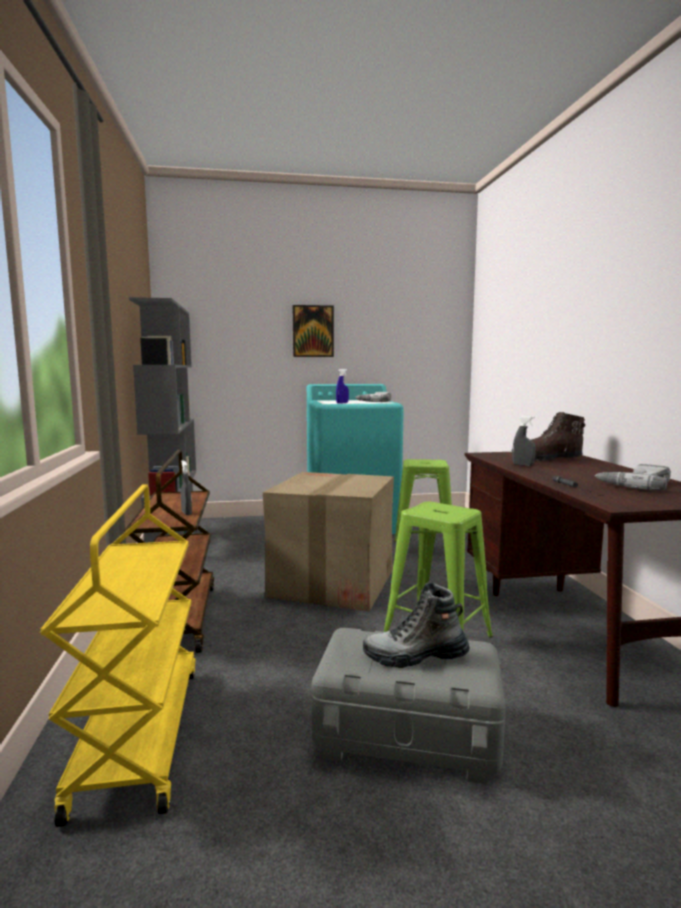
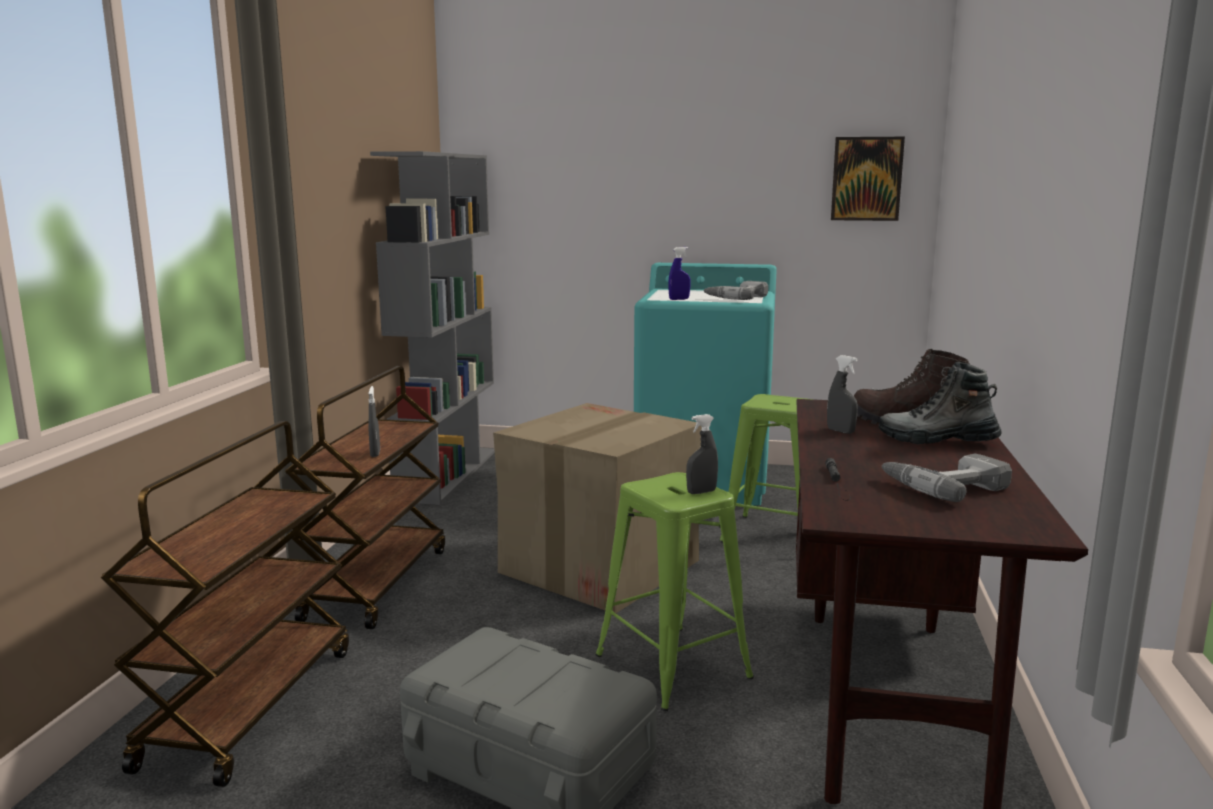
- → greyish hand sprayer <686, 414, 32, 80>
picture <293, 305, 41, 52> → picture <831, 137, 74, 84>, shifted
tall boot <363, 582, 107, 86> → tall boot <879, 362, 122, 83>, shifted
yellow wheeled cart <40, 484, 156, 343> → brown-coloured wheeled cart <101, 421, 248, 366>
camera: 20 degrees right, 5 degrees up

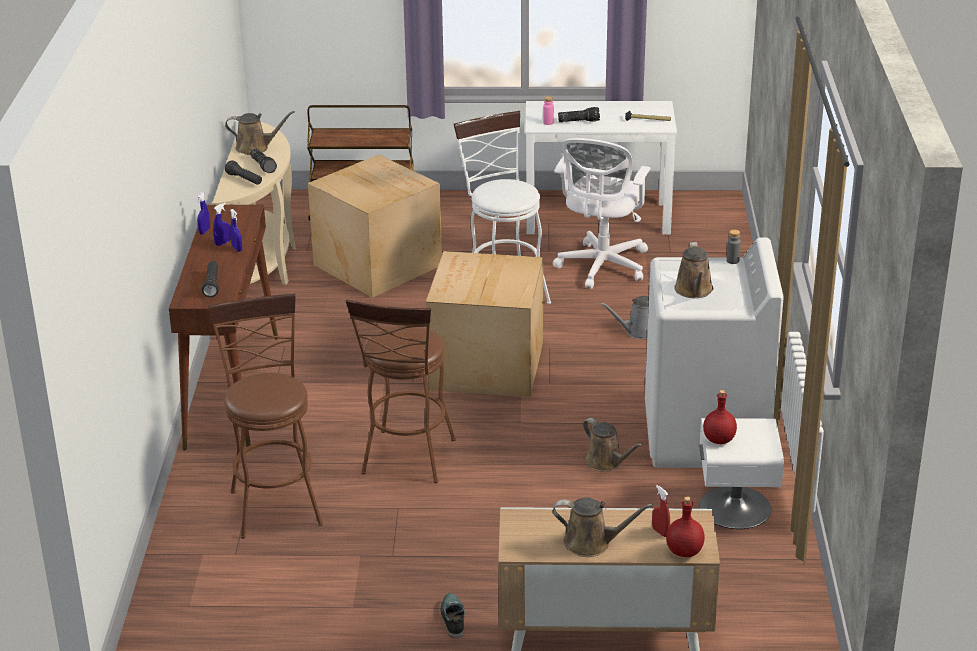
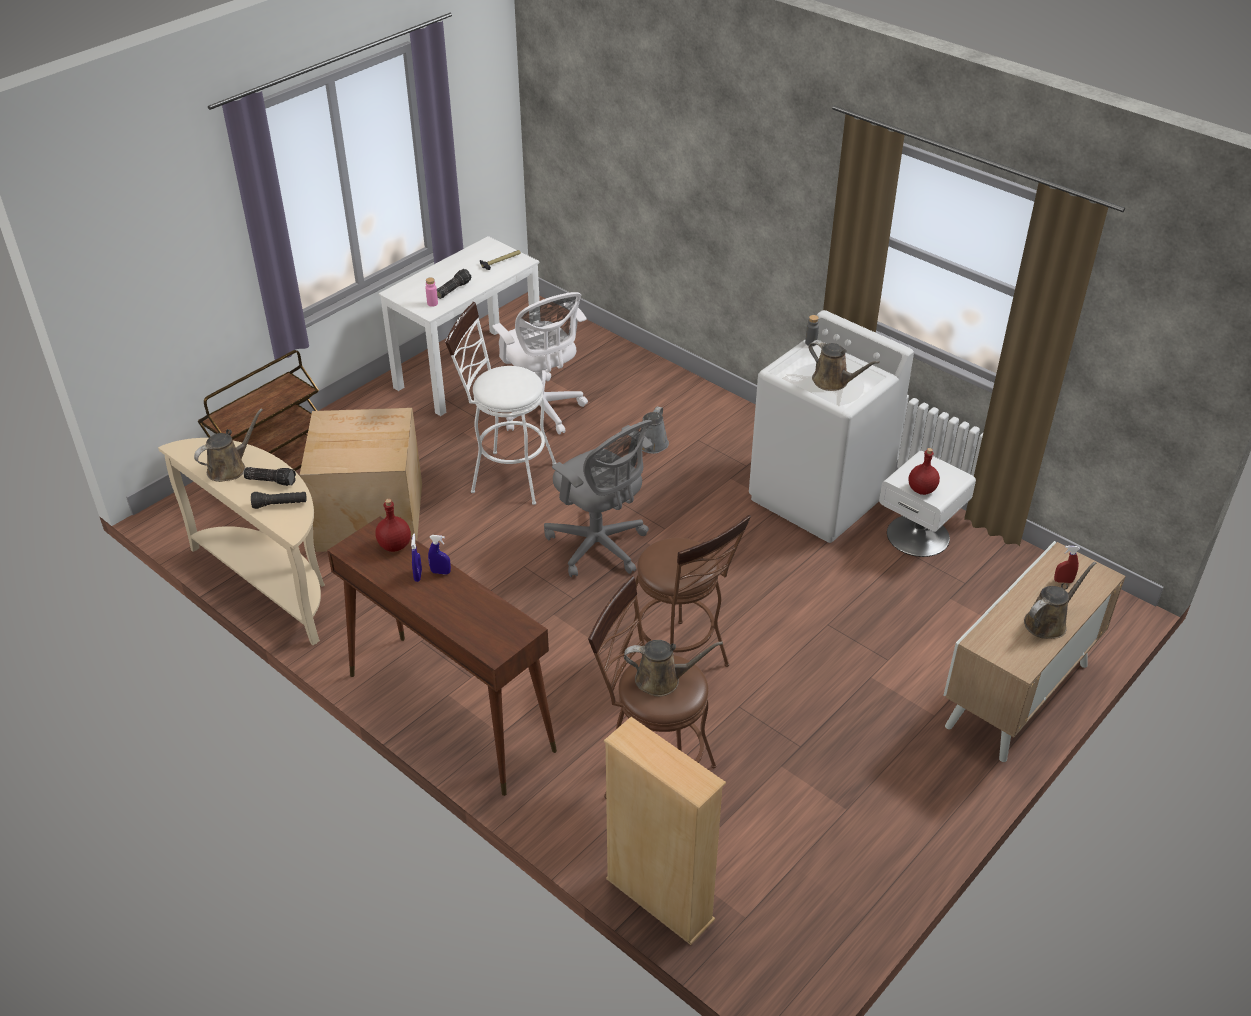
blue-coloured hand sprayer <197, 192, 13, 42> → -
black-coloured hand torch <202, 261, 17, 36> → -
shoe <440, 593, 25, 45> → -
- → sand-coloured bookcase <604, 717, 122, 228>
brown-coloured sprinkling can <583, 418, 60, 54> → brown-coloured sprinkling can <624, 640, 99, 57>, shifted
reddish beverage bottle <666, 496, 39, 61> → reddish beverage bottle <375, 499, 36, 53>, shifted
packing box <426, 251, 117, 146> → greyish computer chair <544, 420, 109, 157>
camera: 50 degrees left, 10 degrees up

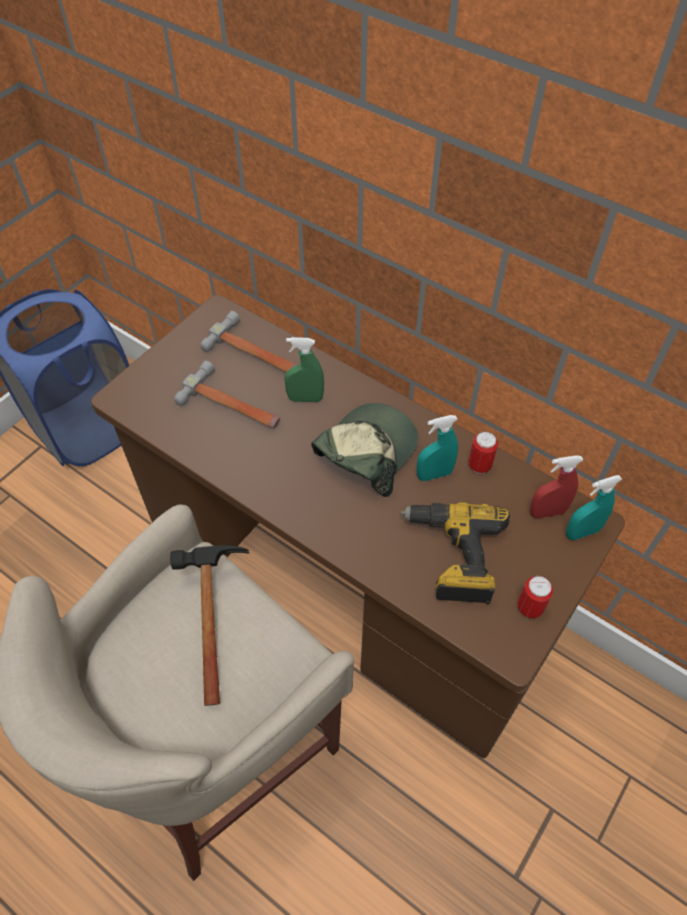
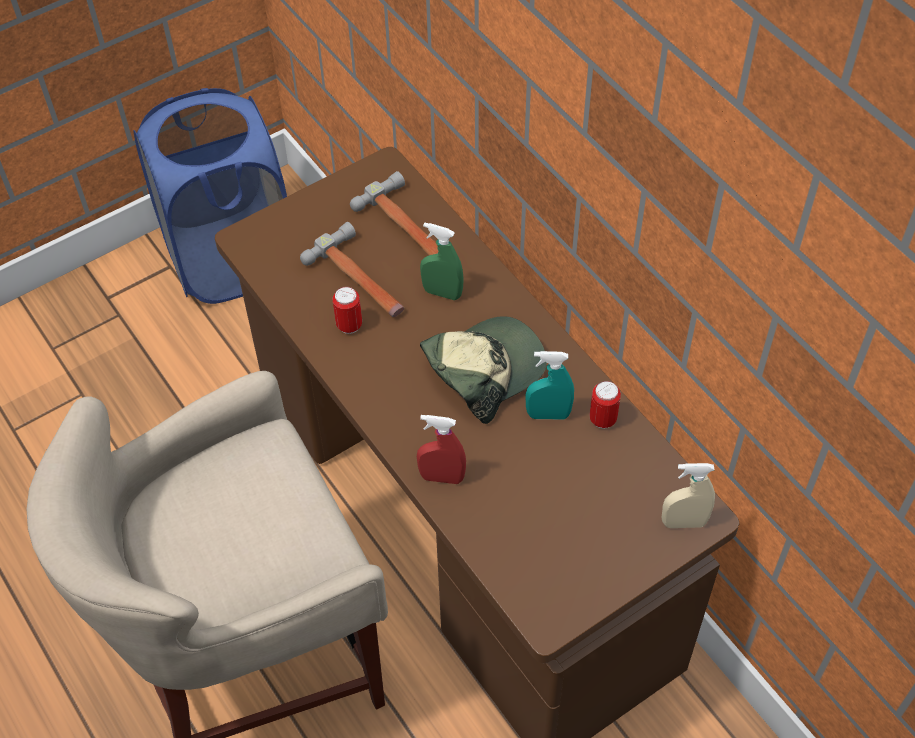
hammer <170, 545, 80, 161> → -
drill <400, 502, 110, 102> → -
metal can <517, 576, 36, 42> → metal can <333, 286, 29, 48>, shifted
reddish hand sprayer <530, 455, 53, 63> → reddish hand sprayer <417, 415, 49, 69>, shifted
turquoise-coloured hand sprayer <566, 475, 56, 65> → sand-coloured hand sprayer <662, 463, 53, 65>
camera: 20 degrees right, 0 degrees up

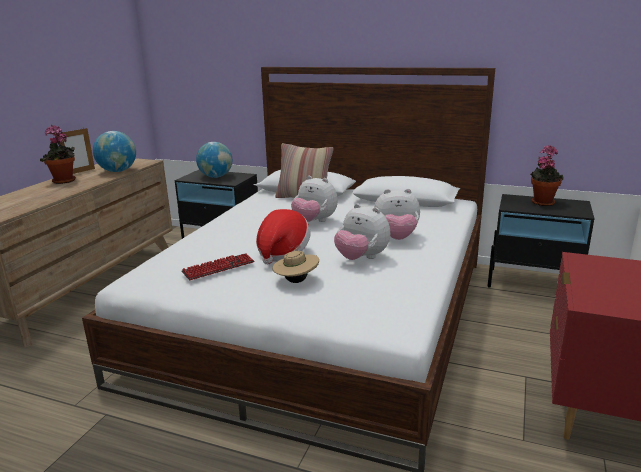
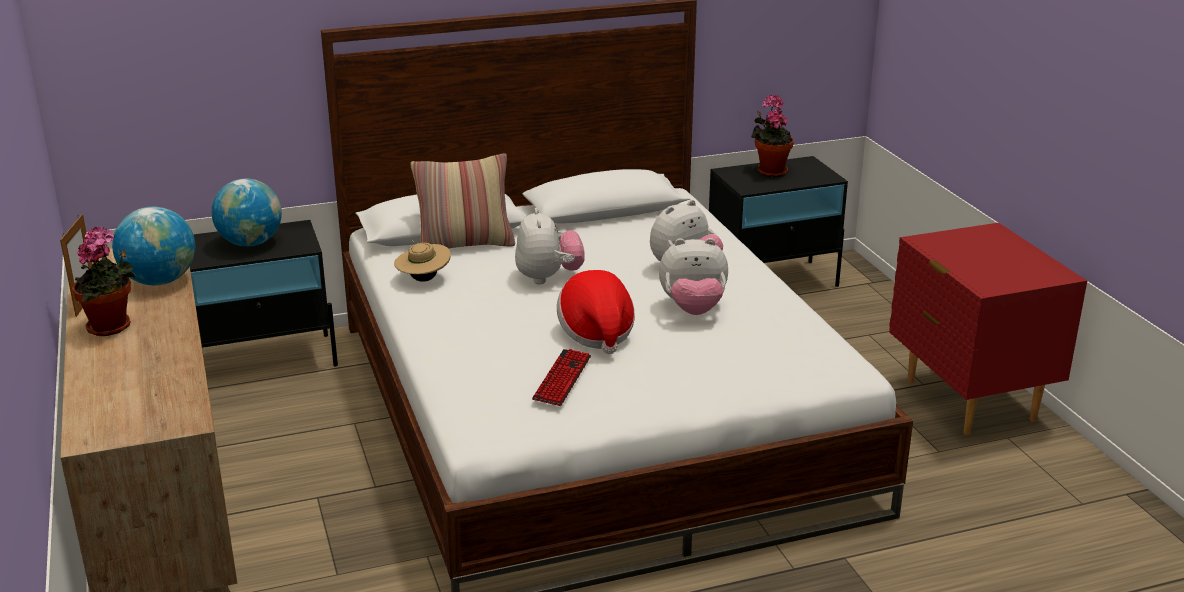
sand-coloured clothing hat <272, 247, 47, 36> → sand-coloured clothing hat <394, 240, 57, 42>, shifted
plush toy <291, 176, 47, 46> → plush toy <515, 208, 70, 76>, 90 degrees counterclockwise
camera: 40 degrees left, 5 degrees up

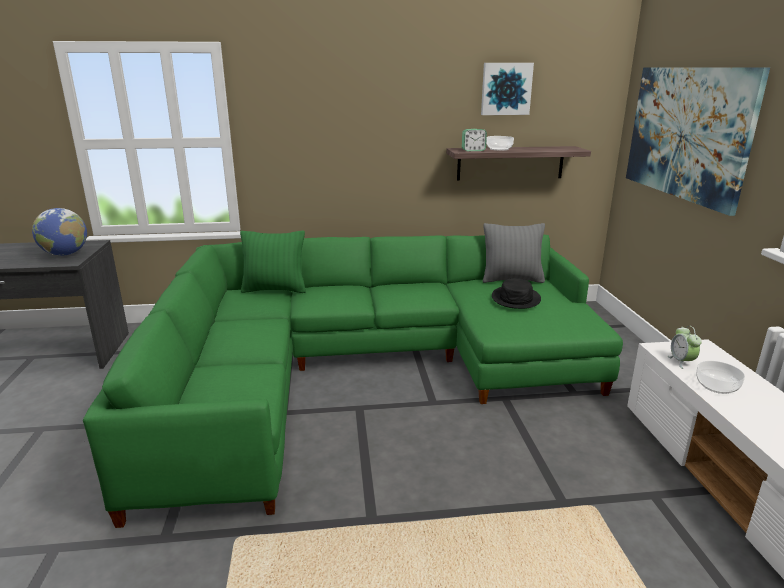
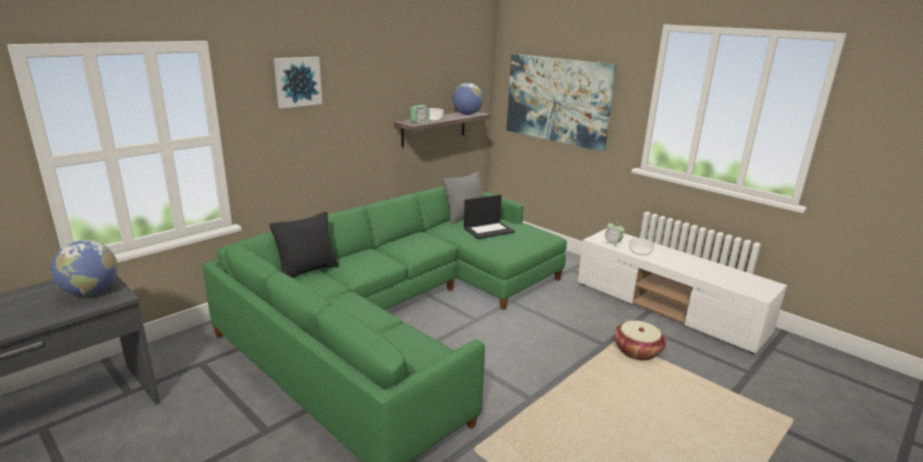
- → globe <452, 83, 32, 32>
- → storage basket <614, 320, 52, 41>
picture <481, 63, 53, 52> → picture <274, 57, 48, 51>, shifted
black-coloured clothing hat <492, 278, 49, 31> → laptop <464, 195, 51, 44>
greenish throw pillow <240, 231, 66, 62> → black-coloured throw pillow <270, 212, 69, 66>
camera: 40 degrees left, 0 degrees up

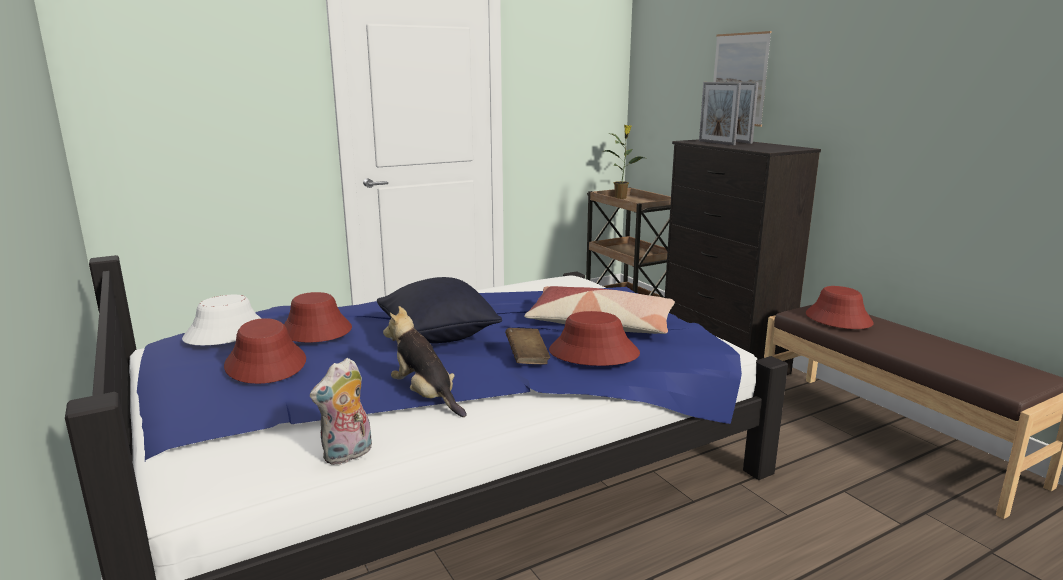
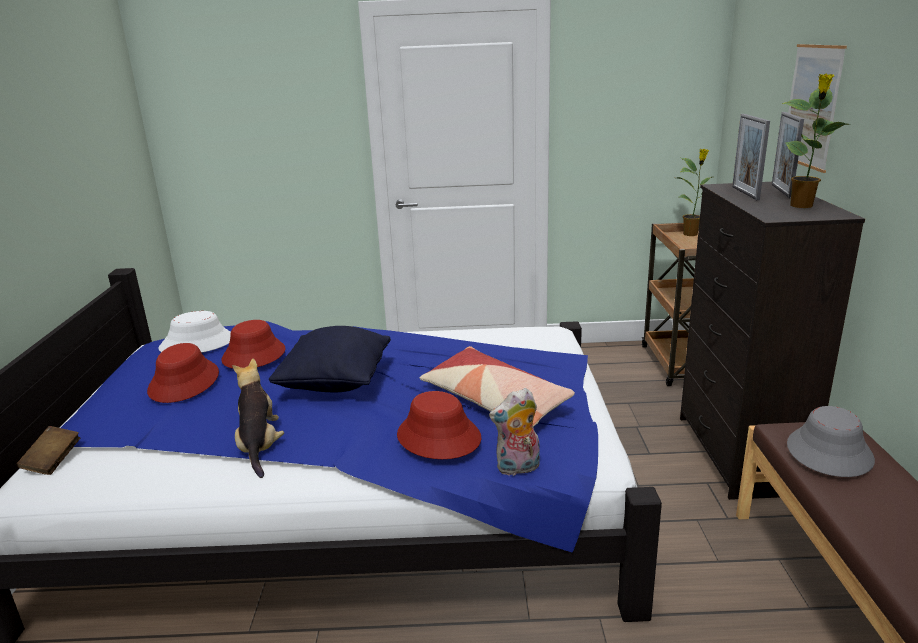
- → plant in a pot <782, 73, 69, 135>
plush toy <310, 358, 62, 107> → plush toy <489, 388, 51, 88>, shifted
brown-coloured volume <505, 328, 45, 36> → brown-coloured volume <16, 426, 65, 49>, shifted
reddish clothing hat <806, 286, 68, 43> → greyish clothing hat <787, 406, 88, 71>
camera: 30 degrees right, 5 degrees up

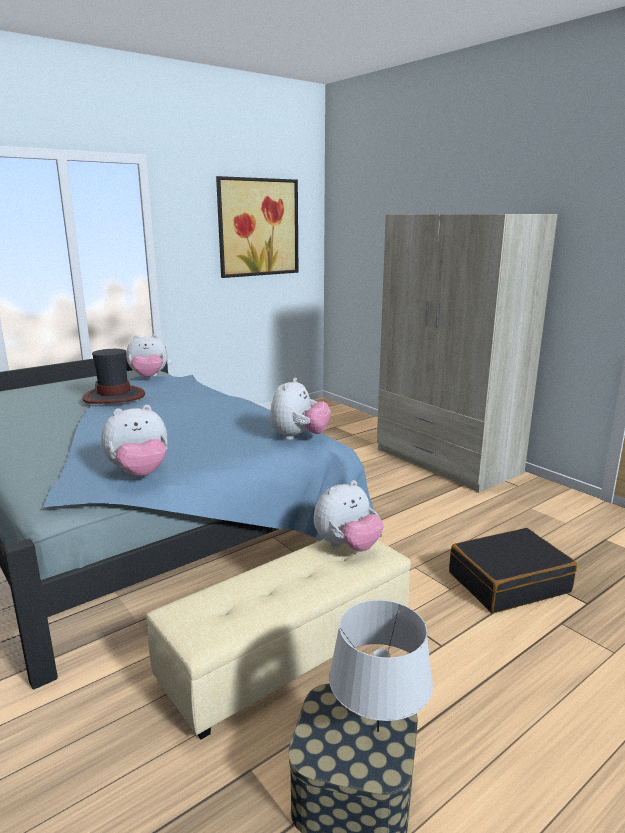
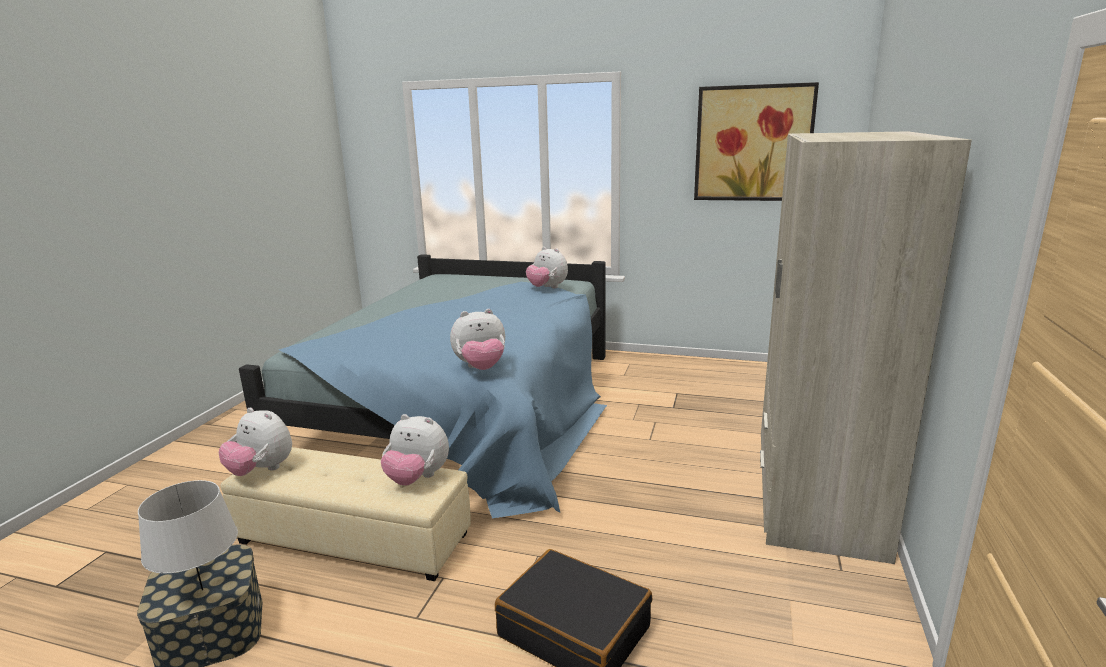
clothing hat <82, 349, 63, 55> → -
plush toy <101, 405, 66, 71> → plush toy <219, 407, 73, 69>, shifted
camera: 55 degrees right, 0 degrees up

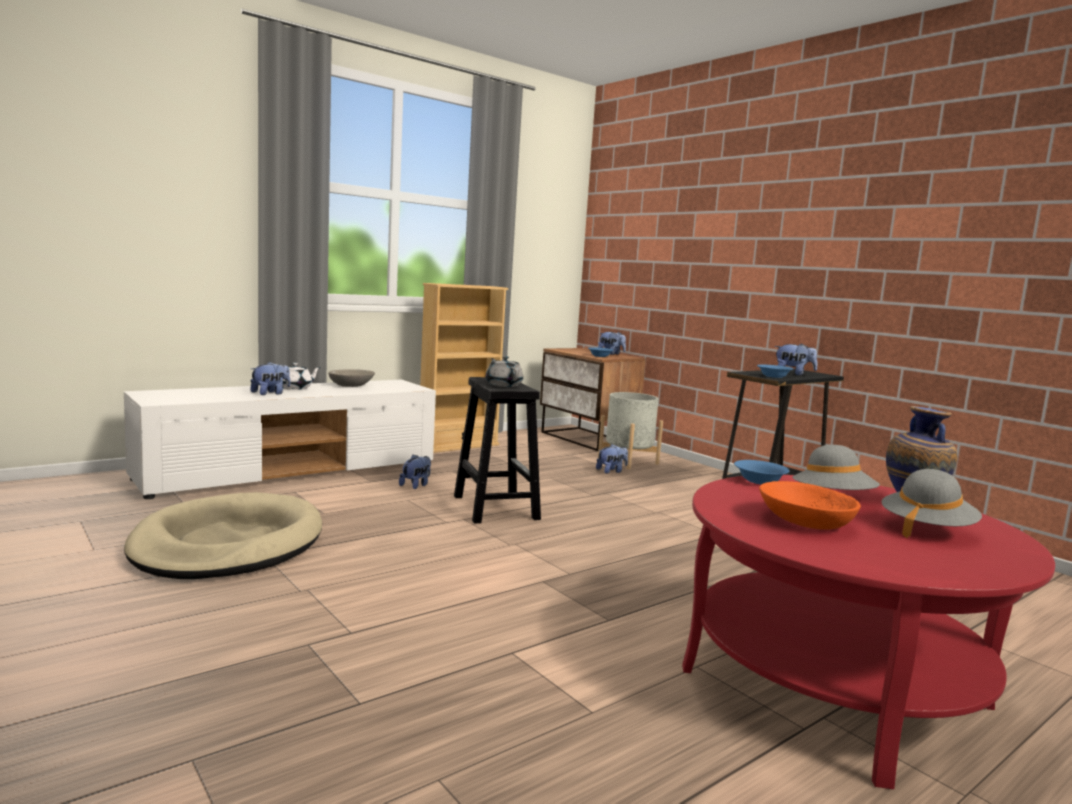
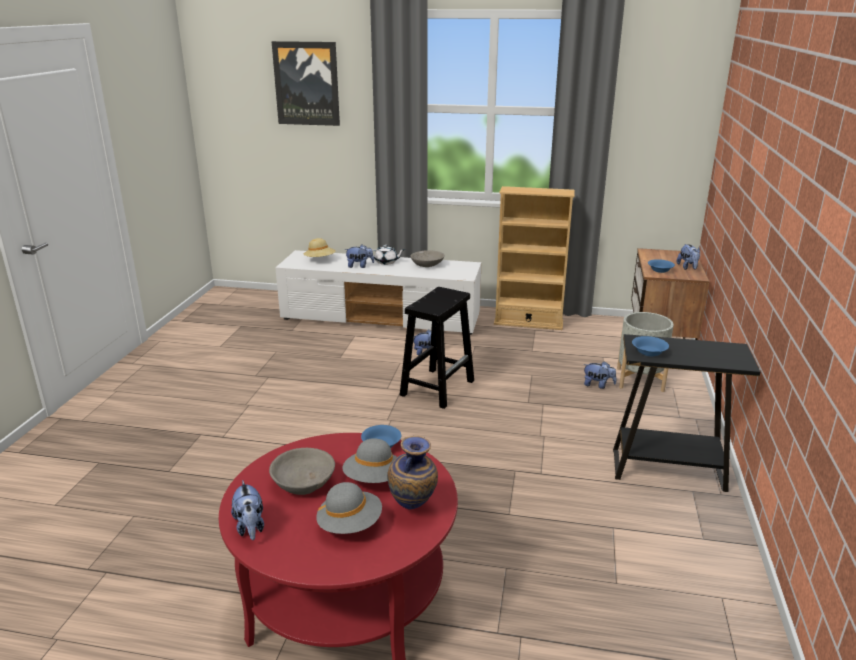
sand-coloured pet bed <124, 492, 198, 87> → -
greyish teapot <486, 356, 37, 31> → -
- → picture <271, 41, 69, 85>
- → sand-coloured clothing hat <304, 238, 31, 19>
plush toy <775, 343, 42, 32> → plush toy <231, 481, 33, 59>, shifted
orange bowl <759, 481, 102, 49> → greyish bowl <269, 448, 66, 47>
camera: 50 degrees right, 15 degrees up

